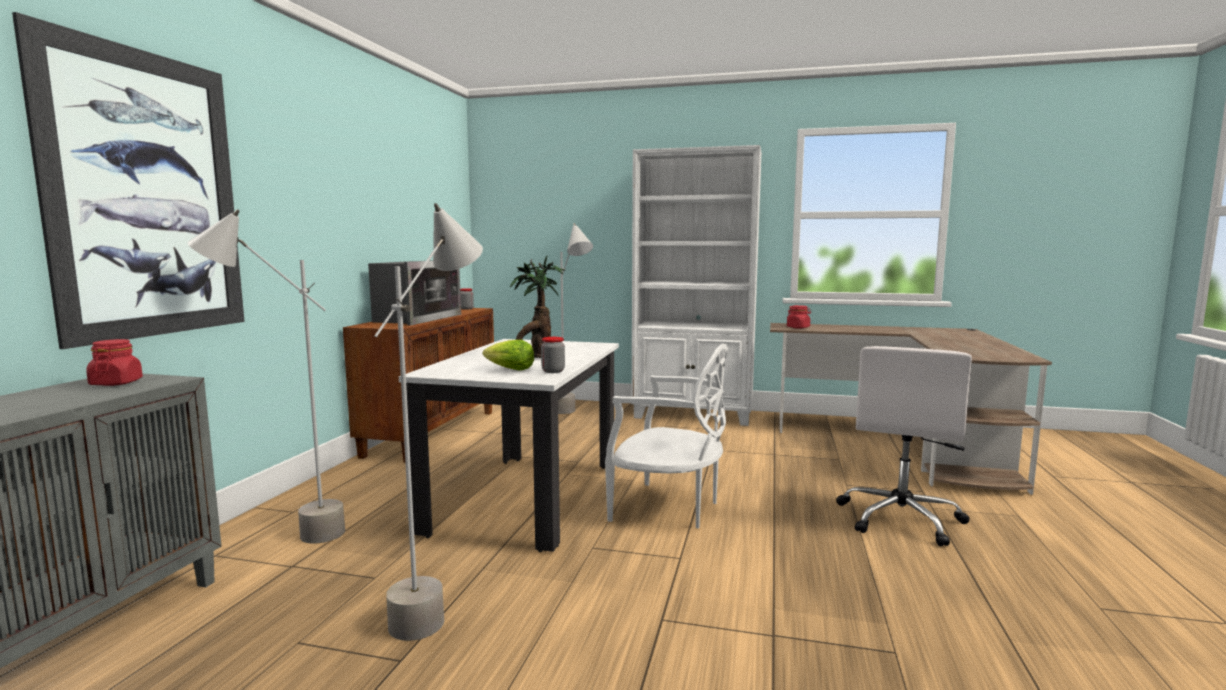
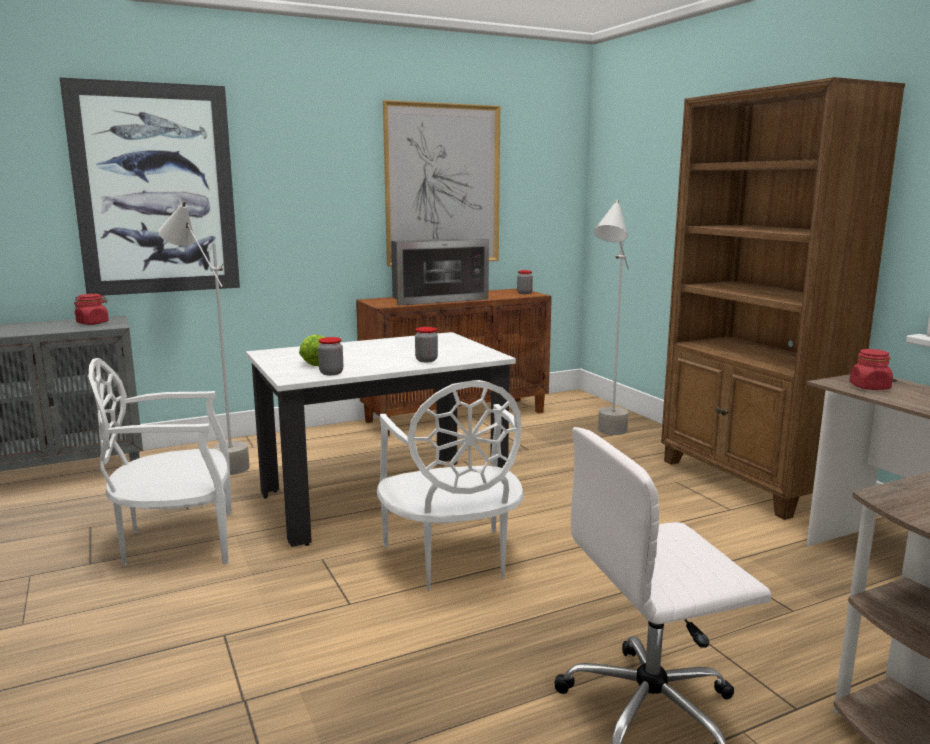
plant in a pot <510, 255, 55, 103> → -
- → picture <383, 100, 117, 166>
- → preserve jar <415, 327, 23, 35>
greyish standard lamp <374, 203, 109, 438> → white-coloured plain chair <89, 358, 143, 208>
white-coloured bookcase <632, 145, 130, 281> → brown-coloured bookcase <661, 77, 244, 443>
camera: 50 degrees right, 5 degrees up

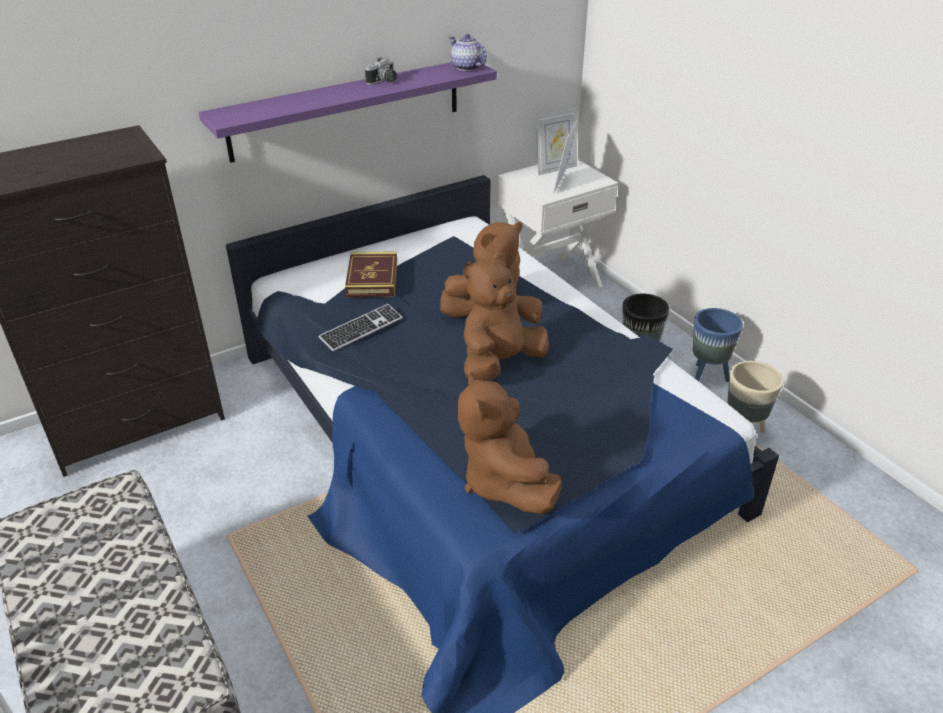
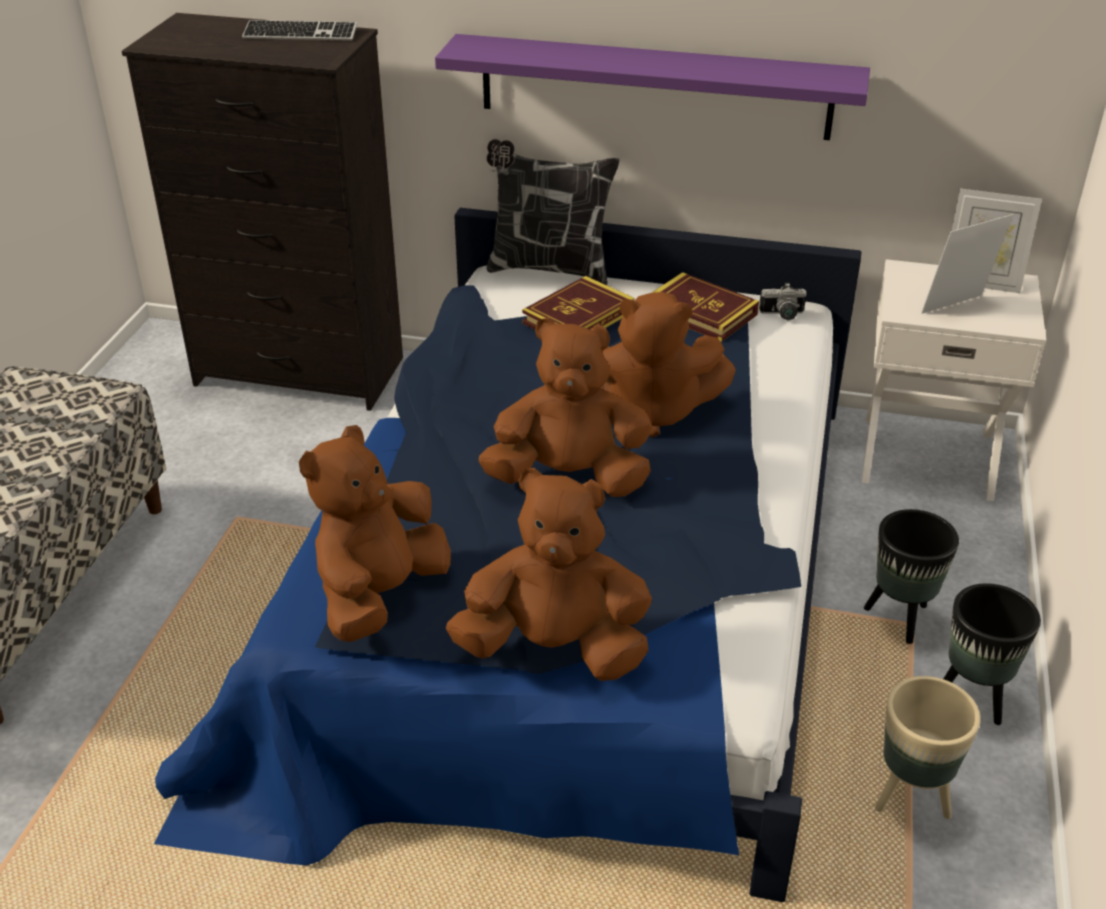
teapot <449, 34, 38, 37> → -
- → brown-coloured plush toy <446, 468, 206, 213>
- → throw pillow <487, 139, 132, 146>
- → volume <652, 272, 107, 70>
computer keyboard <318, 304, 85, 47> → computer keyboard <242, 20, 115, 21>, shifted
photo camera <365, 56, 32, 29> → photo camera <759, 283, 48, 37>, shifted
blue-coloured flower pot <693, 308, 50, 74> → black-coloured flower pot <943, 583, 98, 142>
camera: 45 degrees right, 0 degrees up

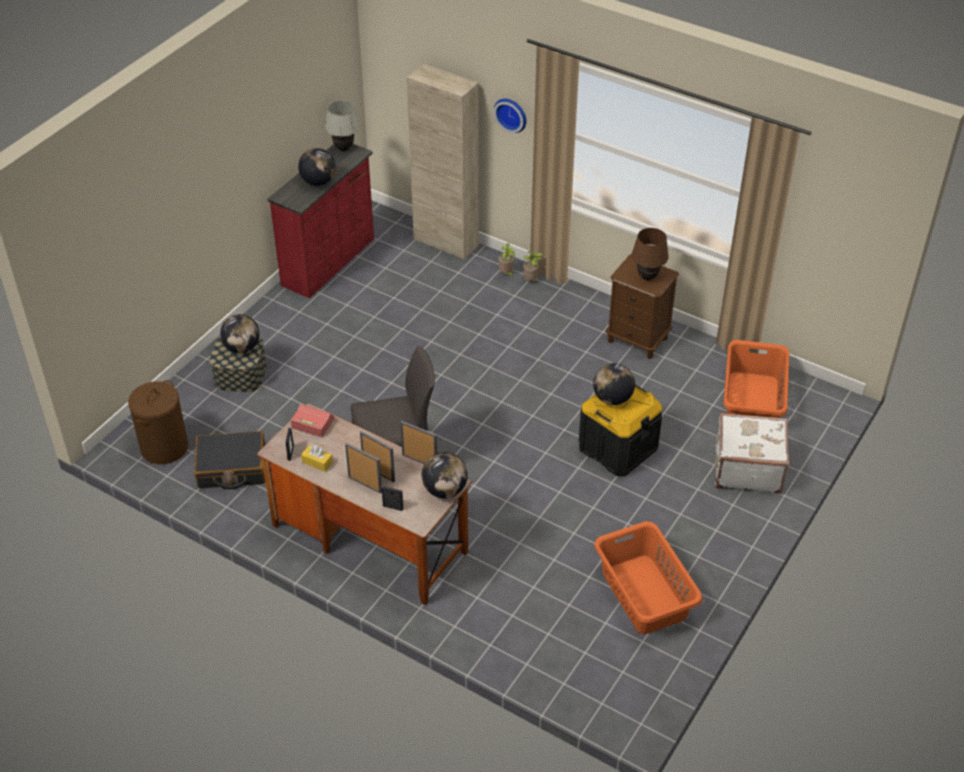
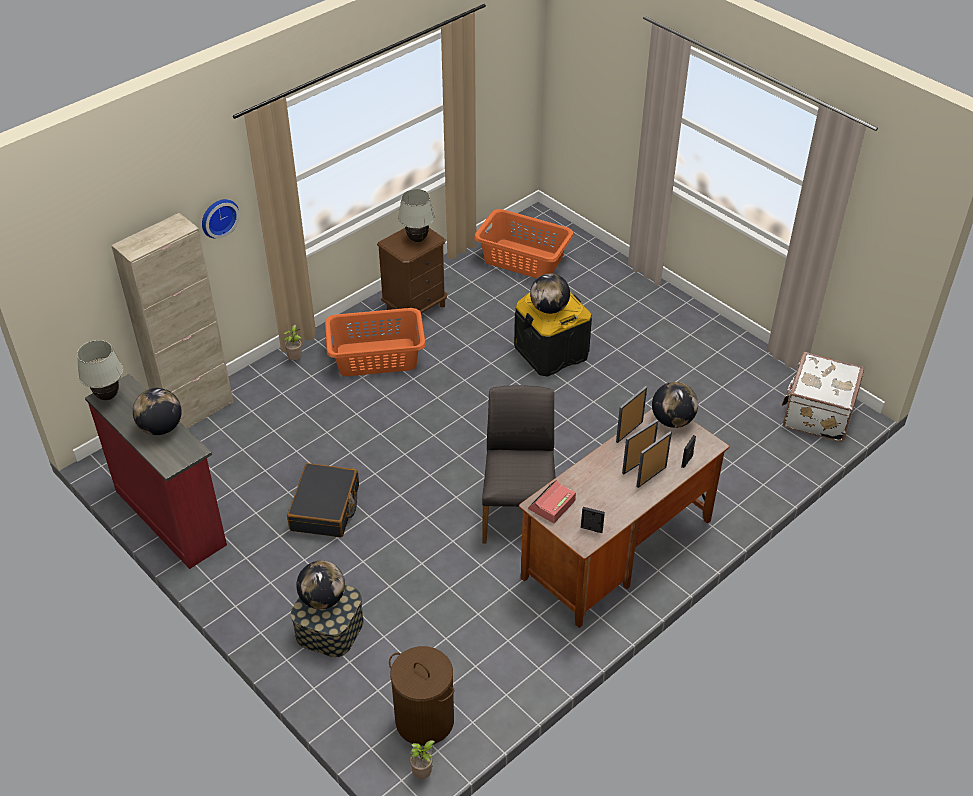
yellow tissue box <301, 445, 32, 27> → -
black-coloured suitcase <194, 431, 72, 58> → black-coloured suitcase <287, 463, 72, 75>, shifted
plant in a pot <498, 243, 17, 34> → plant in a pot <410, 740, 25, 39>, shifted
orange washing basket <594, 521, 108, 113> → orange washing basket <325, 308, 101, 68>, shifted
white-coloured suitcase <715, 413, 74, 81> → white-coloured suitcase <782, 352, 82, 90>, shifted
brown-coloured tabletop lamp <632, 228, 37, 52> → white-coloured tabletop lamp <398, 189, 37, 53>
camera: 75 degrees left, 0 degrees up

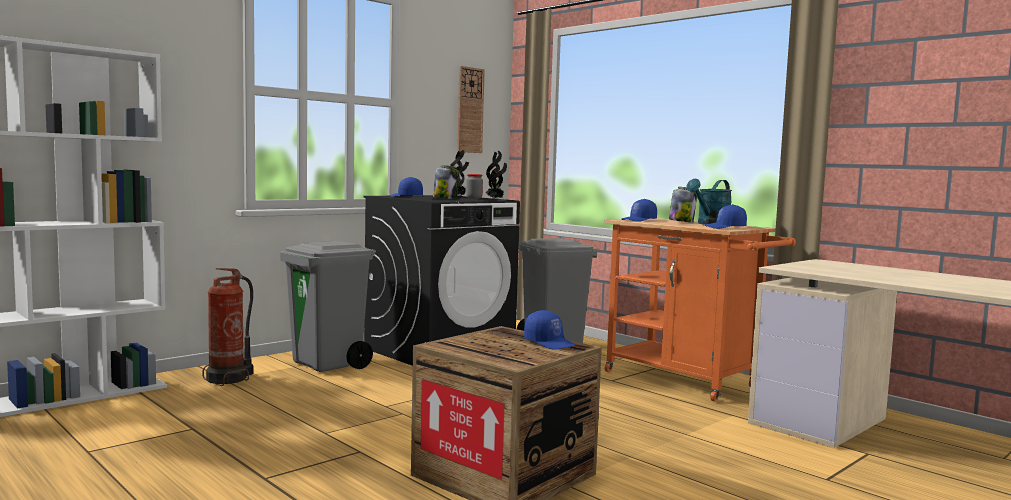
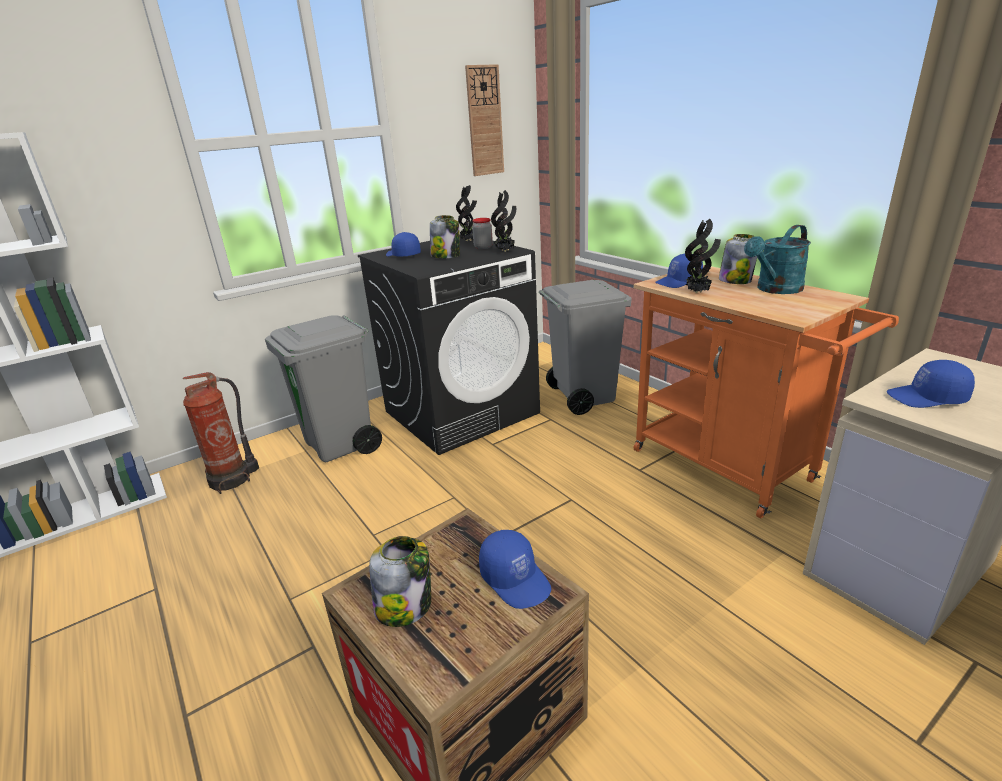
- → preserve jar <369, 536, 62, 91>
- → plant in a pot <685, 219, 36, 74>
blue-coloured cap <704, 204, 43, 25> → blue-coloured cap <887, 360, 88, 48>, shifted
camera: 10 degrees right, 20 degrees up

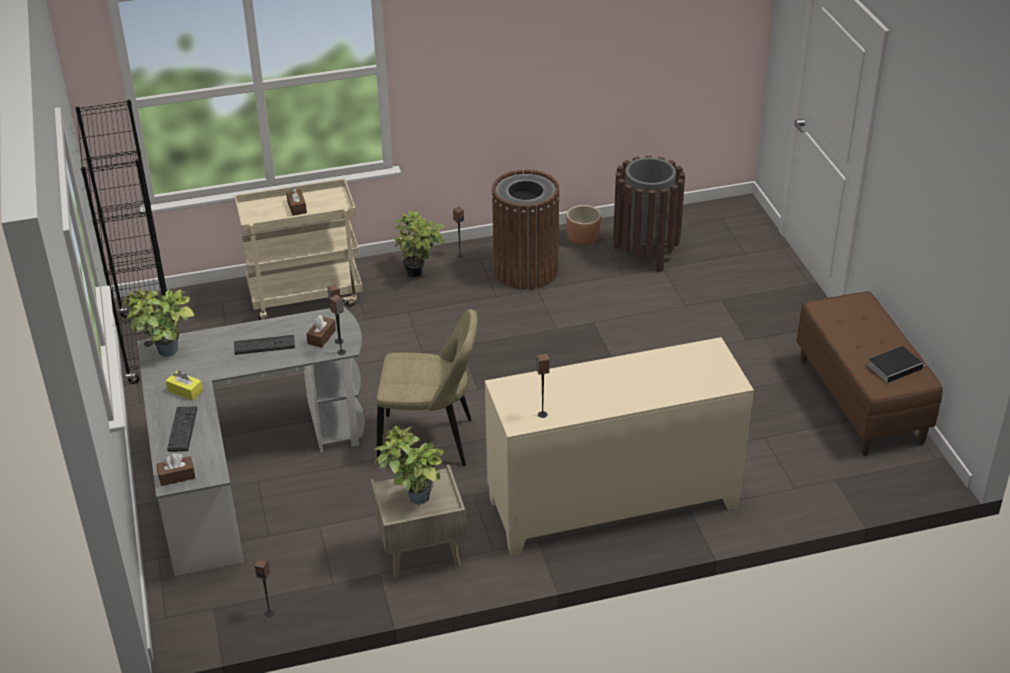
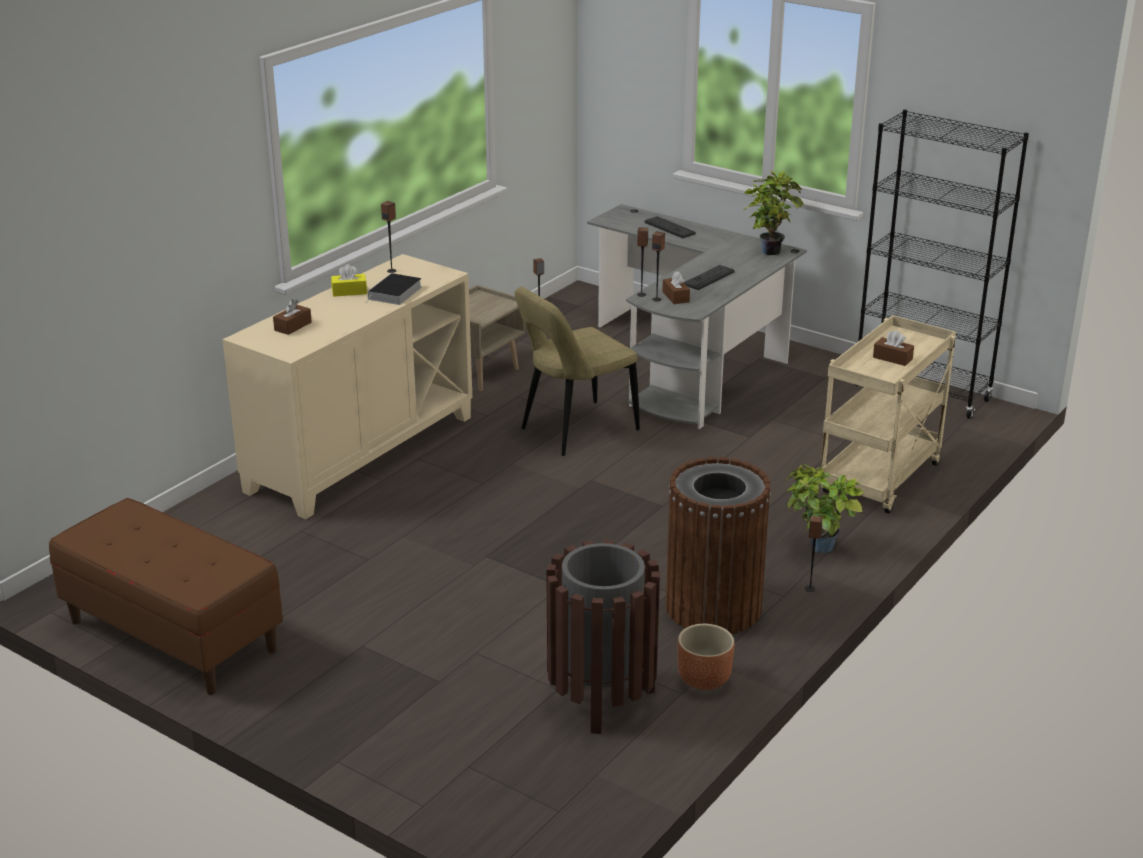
plant in a pot <374, 426, 70, 78> → -
brown-coloured tissue box <156, 454, 39, 32> → brown-coloured tissue box <273, 299, 39, 36>, shifted
yellow tissue box <166, 371, 37, 30> → yellow tissue box <331, 264, 36, 33>, shifted
volume <867, 346, 60, 37> → volume <366, 273, 56, 32>, shifted
camera: 140 degrees right, 10 degrees down

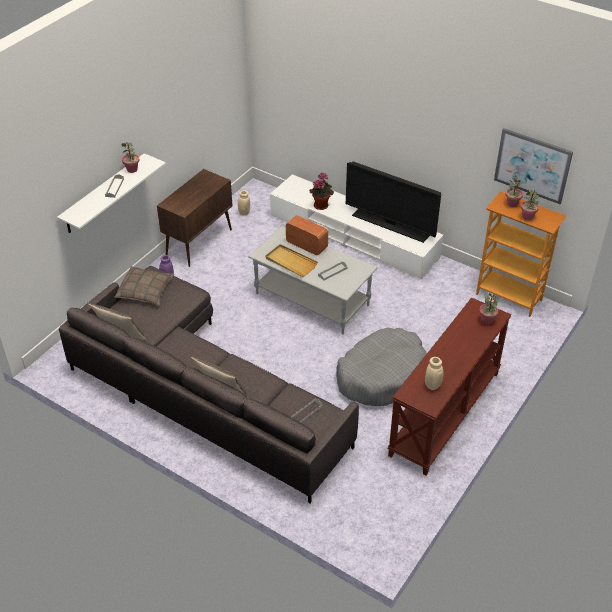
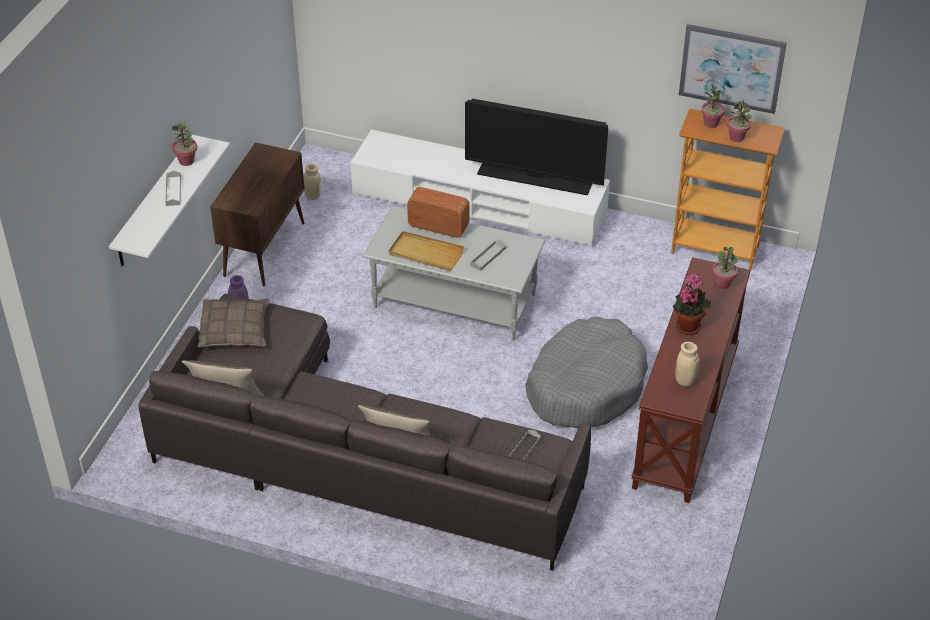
plant in a pot <309, 173, 25, 37> → plant in a pot <672, 274, 39, 61>, shifted
camera: 15 degrees left, 0 degrees up

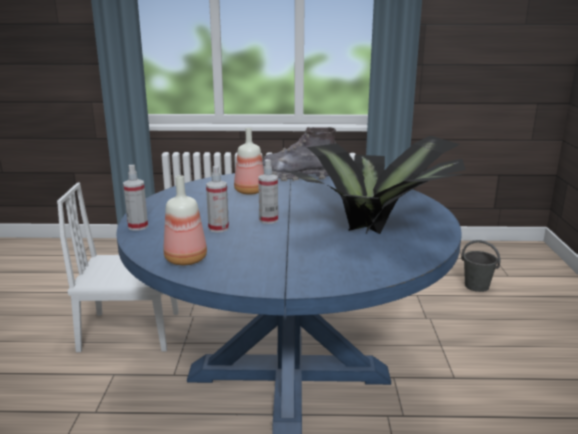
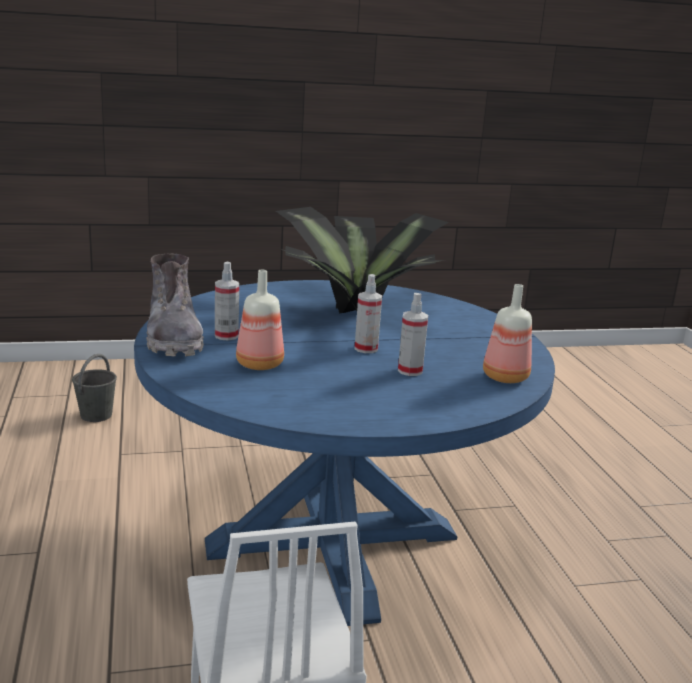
hand sprayer <123, 165, 25, 66> → hand sprayer <215, 262, 24, 78>, shifted
camera: 105 degrees left, 0 degrees up

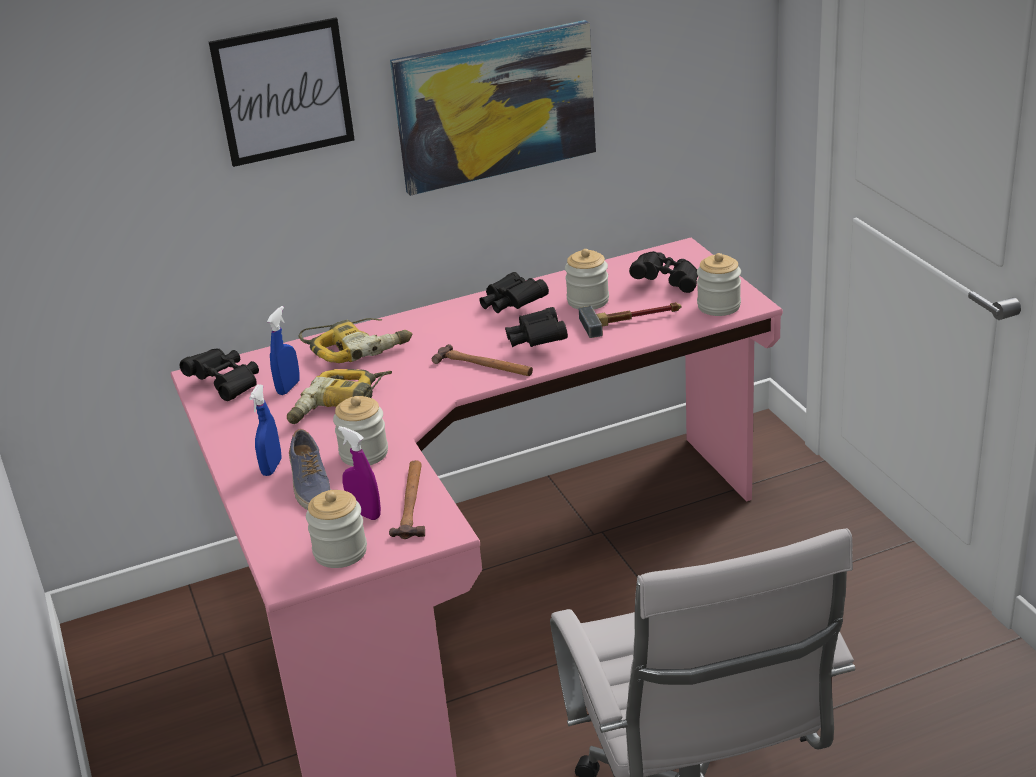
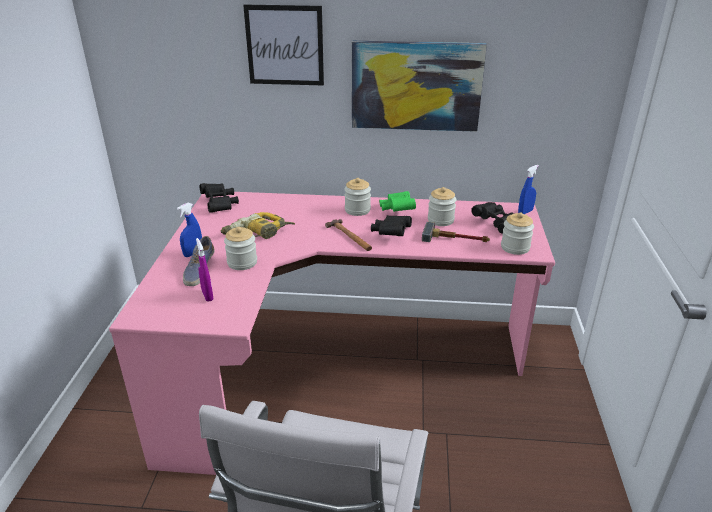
drill <298, 318, 114, 45> → -
hammer <389, 460, 36, 79> → -
blue-coloured hand sprayer <267, 306, 33, 89> → blue-coloured hand sprayer <518, 165, 21, 49>, shifted
preserve jar <306, 490, 61, 78> → preserve jar <344, 178, 27, 38>, shifted
black-coloured pair of binoculars <480, 272, 69, 41> → greenish pair of binoculars <379, 191, 37, 21>
camera: 25 degrees right, 0 degrees up

